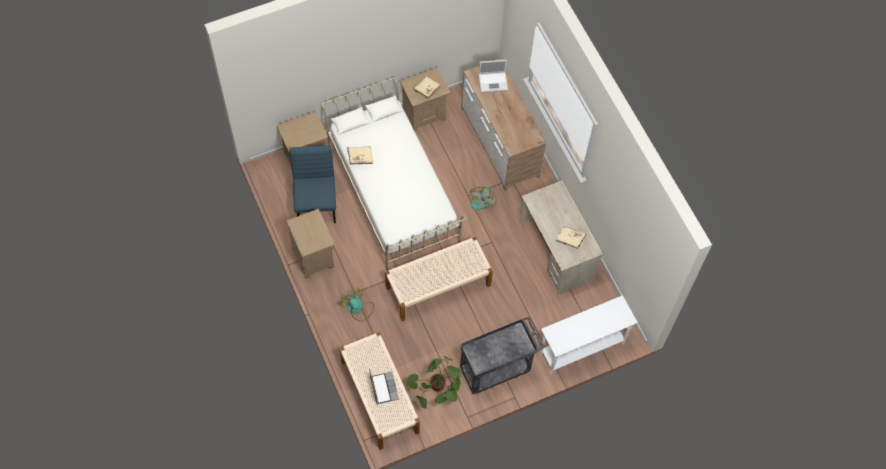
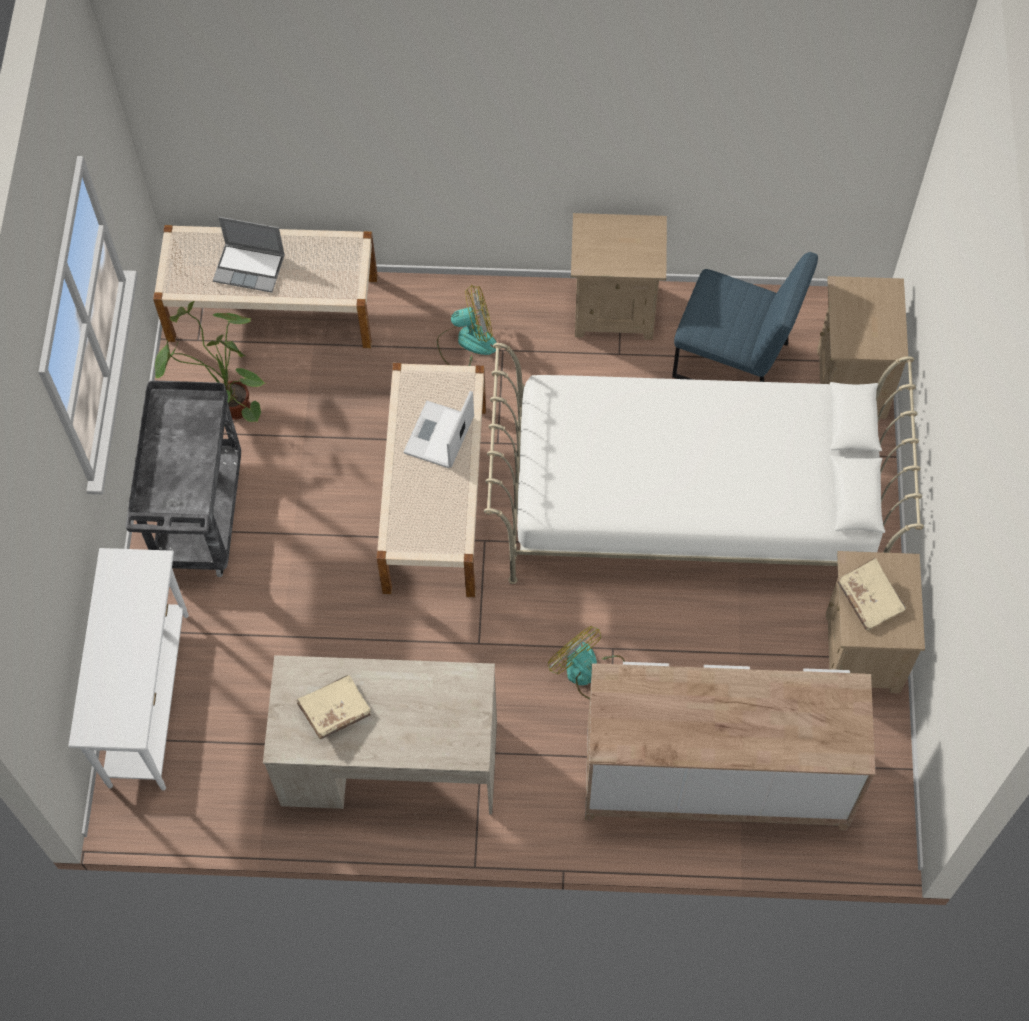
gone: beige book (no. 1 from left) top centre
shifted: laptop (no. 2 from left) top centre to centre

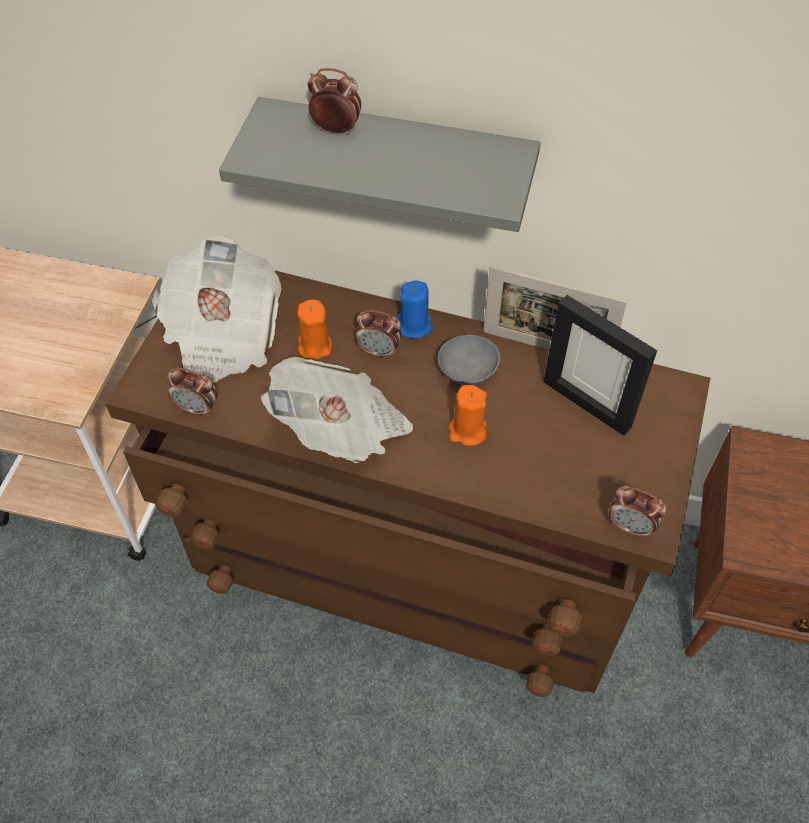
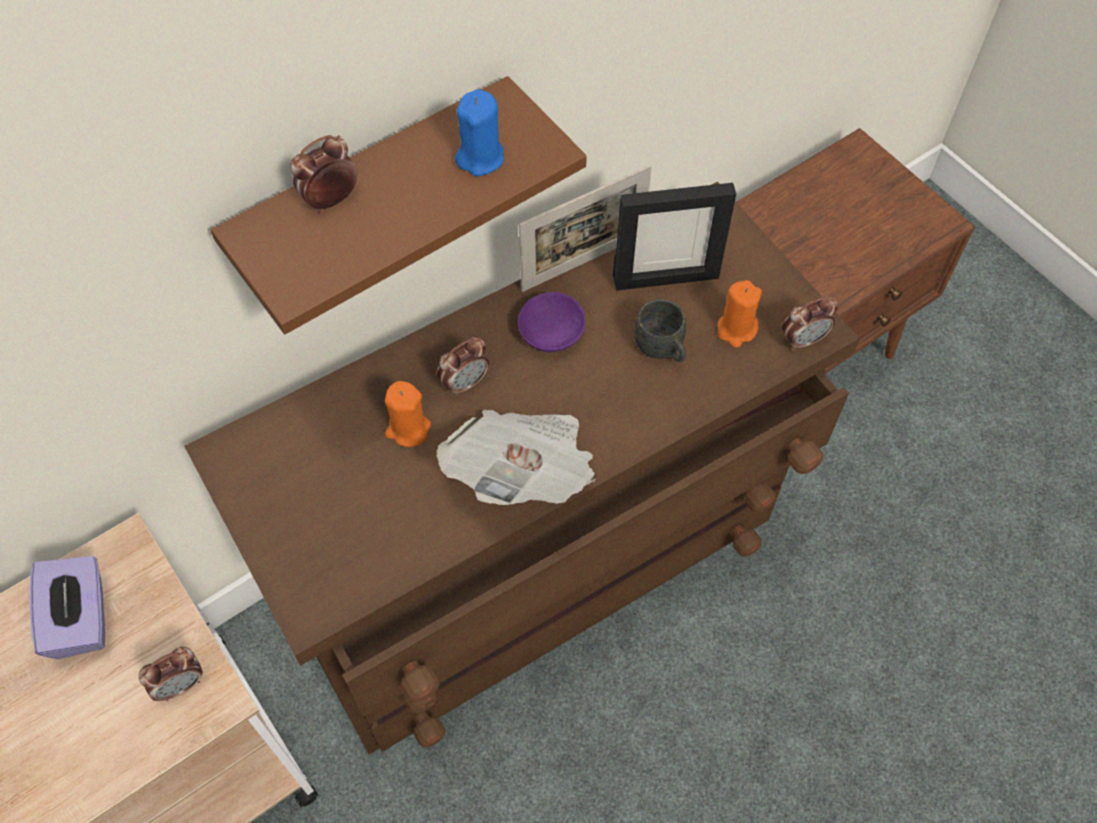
gone: newspaper (no. 1 from left) middle left
new: purple tissue box bottom left; grey mug centre
shifted: alarm clock (no. 1 from left) middle left to bottom left; blue candle centre to top centre; orange candle (no. 2 from left) centre to middle right
repainted: grey shelf top centre to brown shelf top centre; grey bowl centre to purple bowl centre

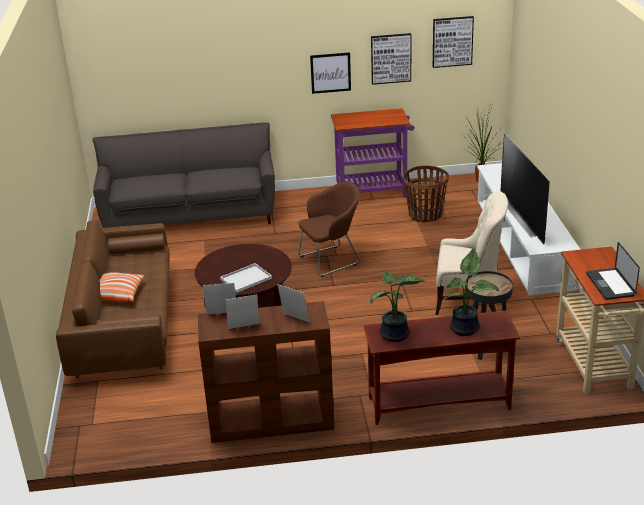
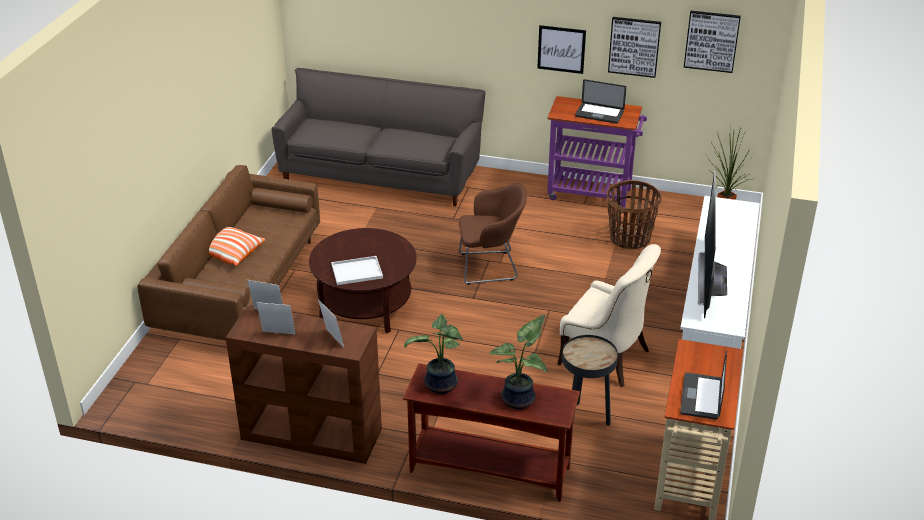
new: laptop (no. 1 from left) top centre

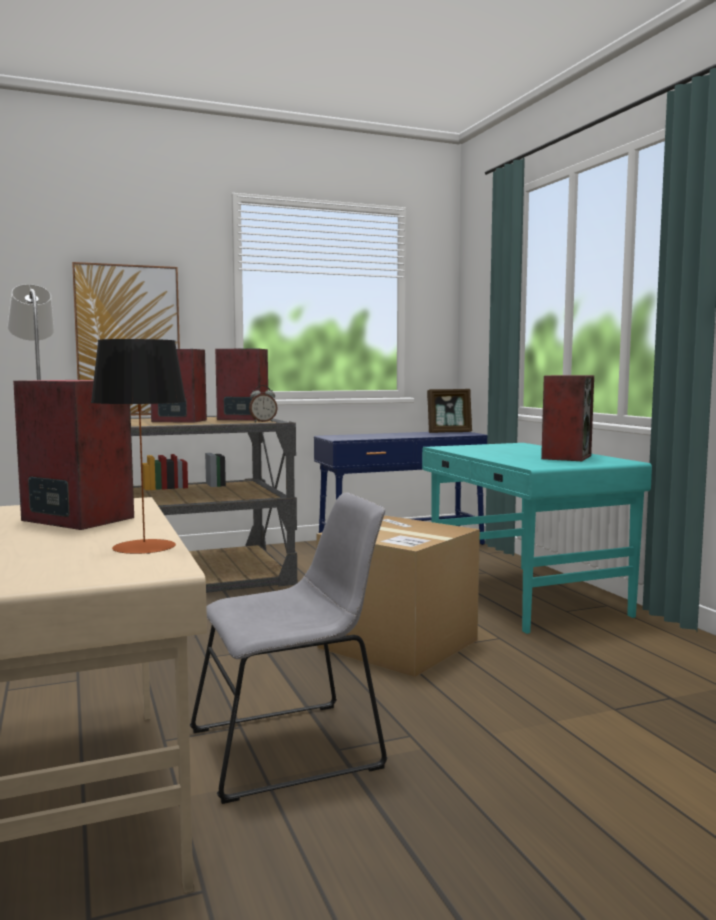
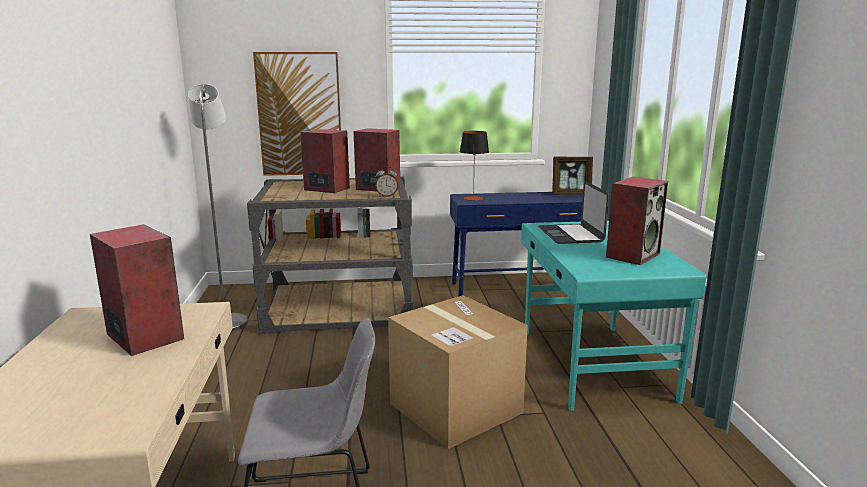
new: laptop centre
shifted: table lamp middle left to centre

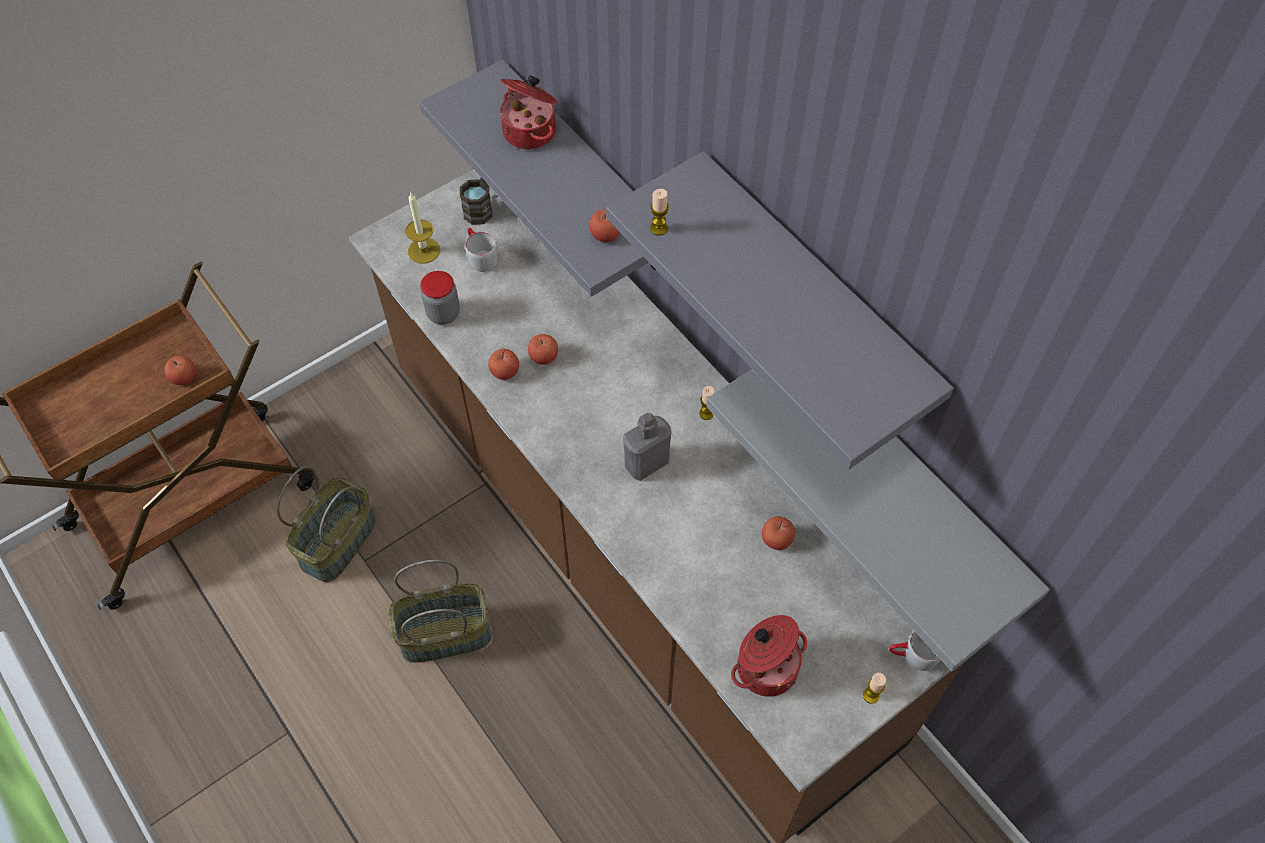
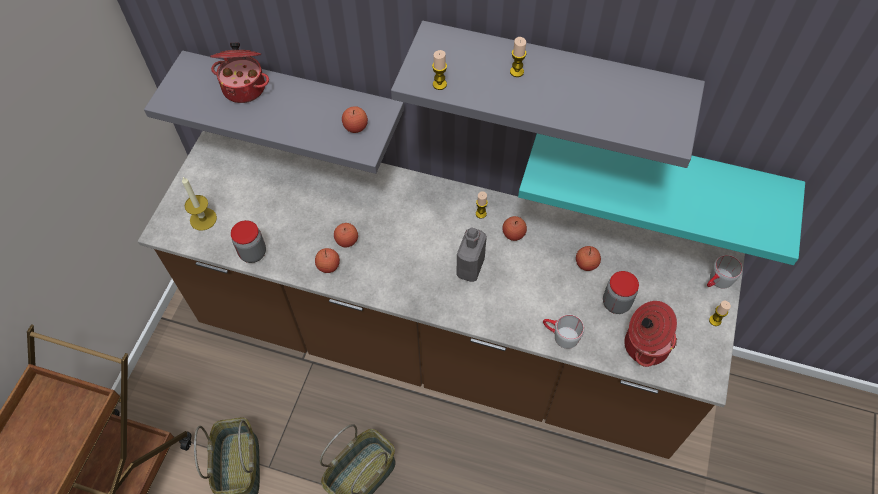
gone: brown mug top centre
new: candle (no. 4 from left) top centre; jar (no. 2 from left) middle right
shifted: apple (no. 1 from left in the first image) middle left to apple (no. 4 from left) centre; grey mug (no. 1 from left) top centre to bottom centre
repainted: grey shelf (no. 3 from left) middle right to turquoise shelf middle right

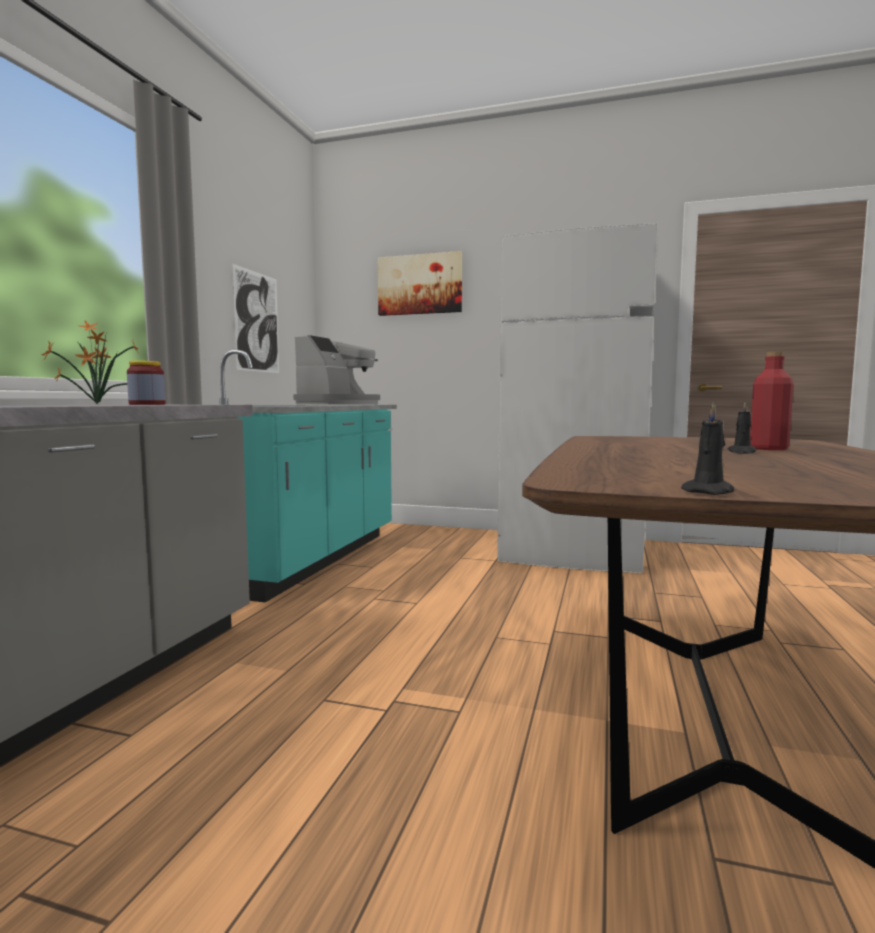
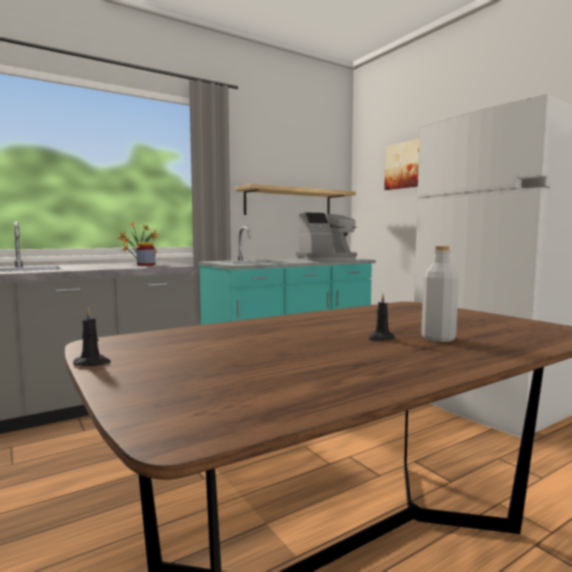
swapped: picture (no. 1 from left) middle left to shelf centre
repainted: red bottle middle right to grey bottle middle right

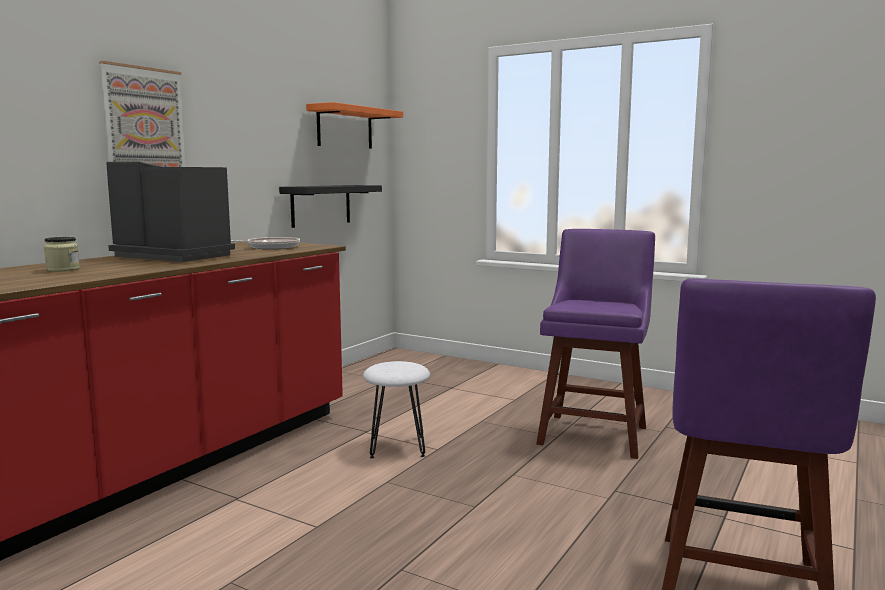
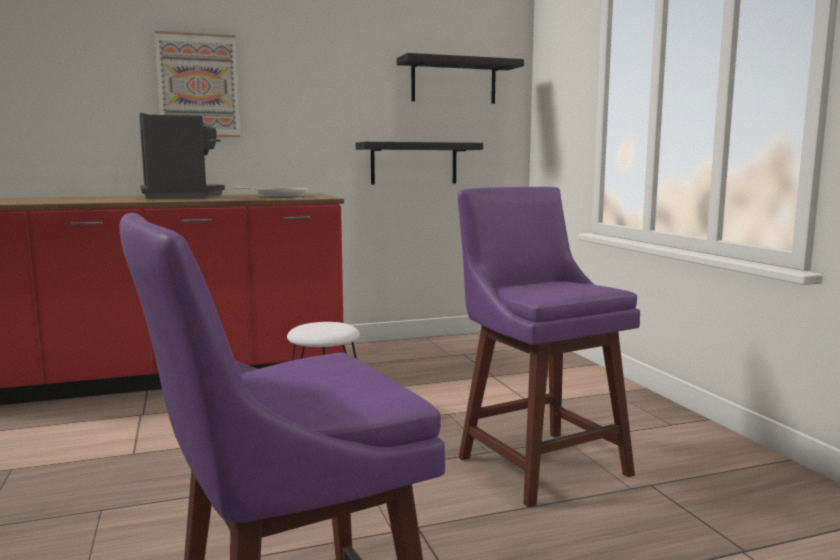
gone: jar middle left
repainted: orange shelf top centre to black shelf (no. 2 from left) top centre
rotated: purple chair (no. 1 from left in the first image) middle right = centre 90 degrees counterclockwise

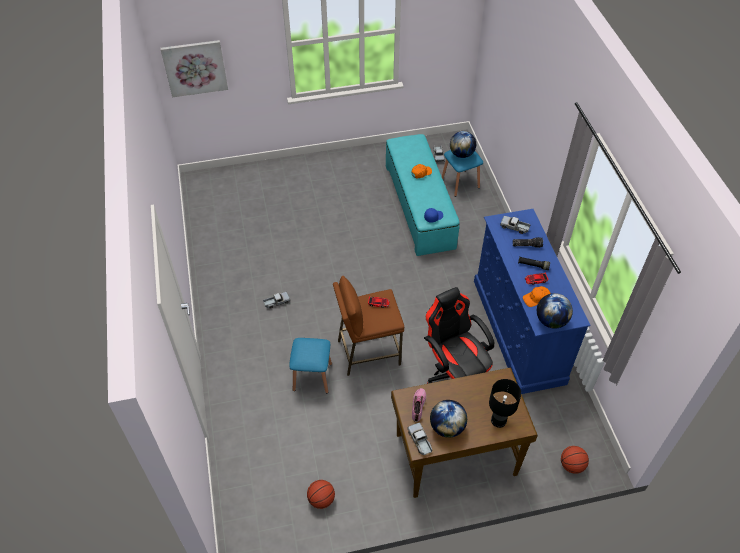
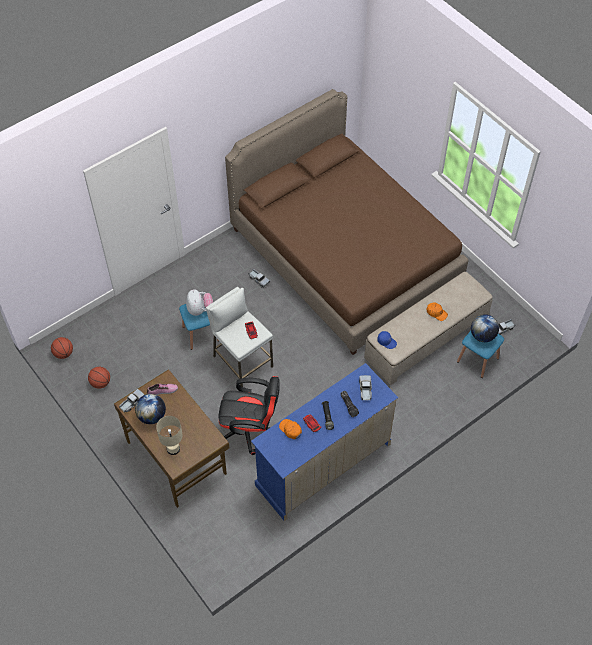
gone: picture top left; globe (no. 3 from left) middle right
new: plush toy centre; brown bed centre
shifted: basketball (no. 2 from left in the first image) bottom right to basketball (no. 1 from left) middle left
repainted: black table lamp bottom right to beige table lamp bottom left; brown stool centre to white stool centre; turquoise bench centre to beige bench middle right
rotated: black office chair centre = centre 60 degrees clockwise

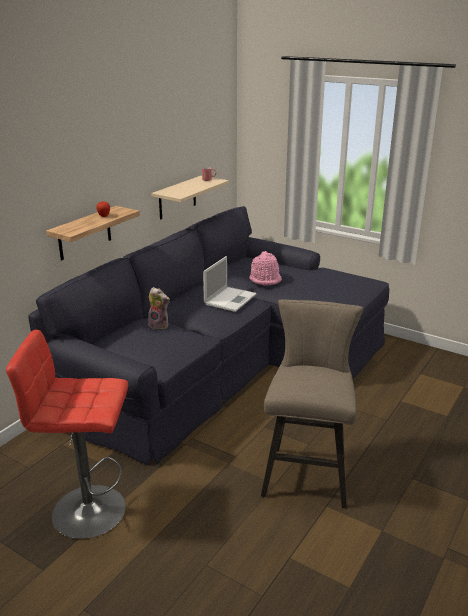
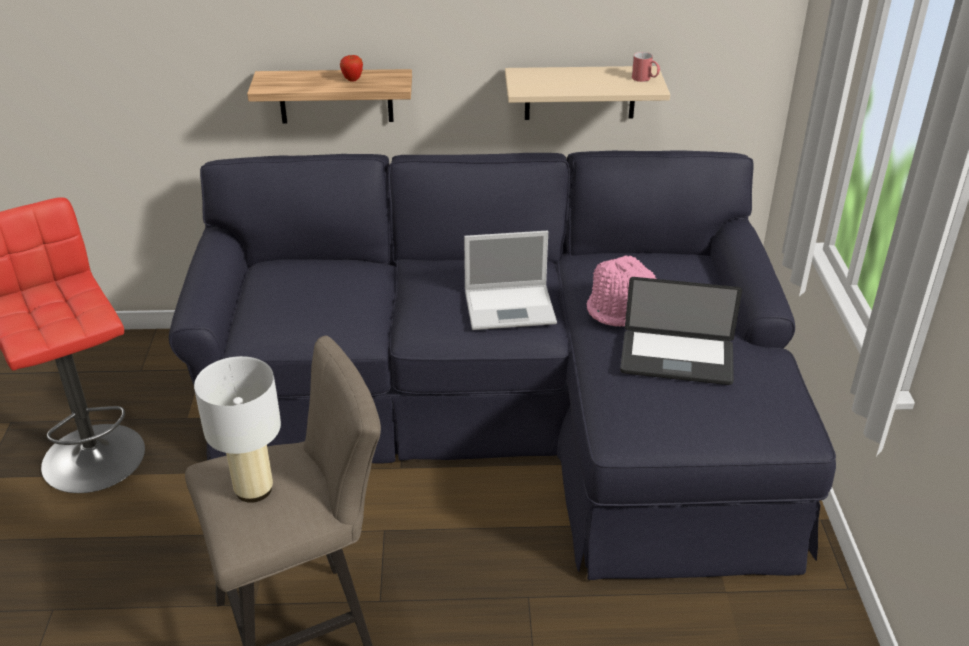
gone: plush toy centre
new: white table lamp middle left; laptop (no. 2 from left) middle right

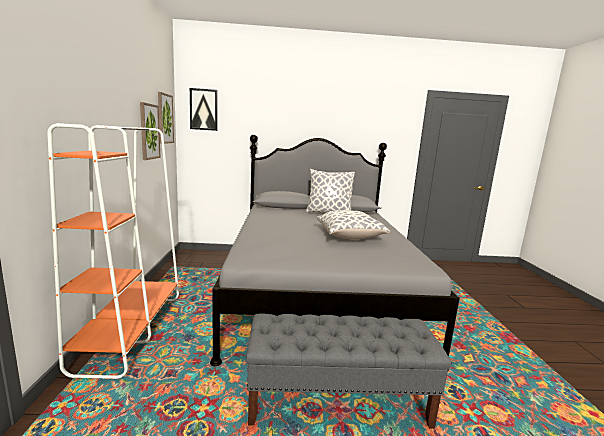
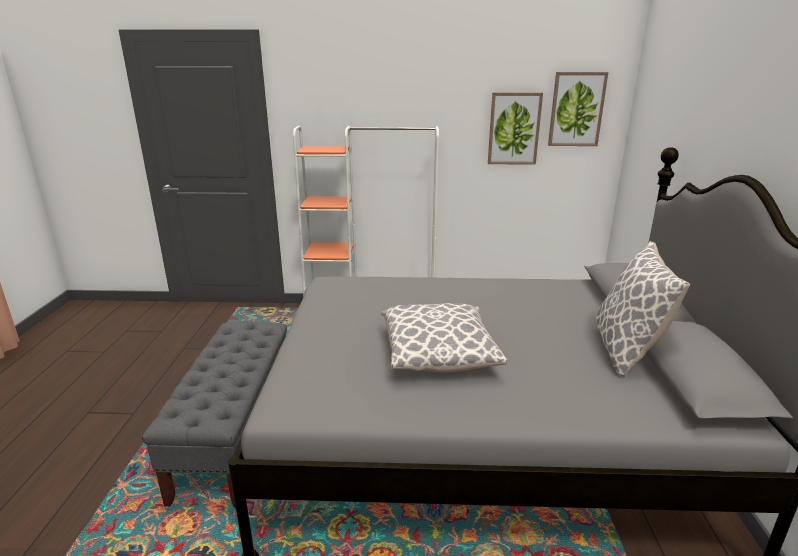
gone: picture (no. 3 from left) top centre

